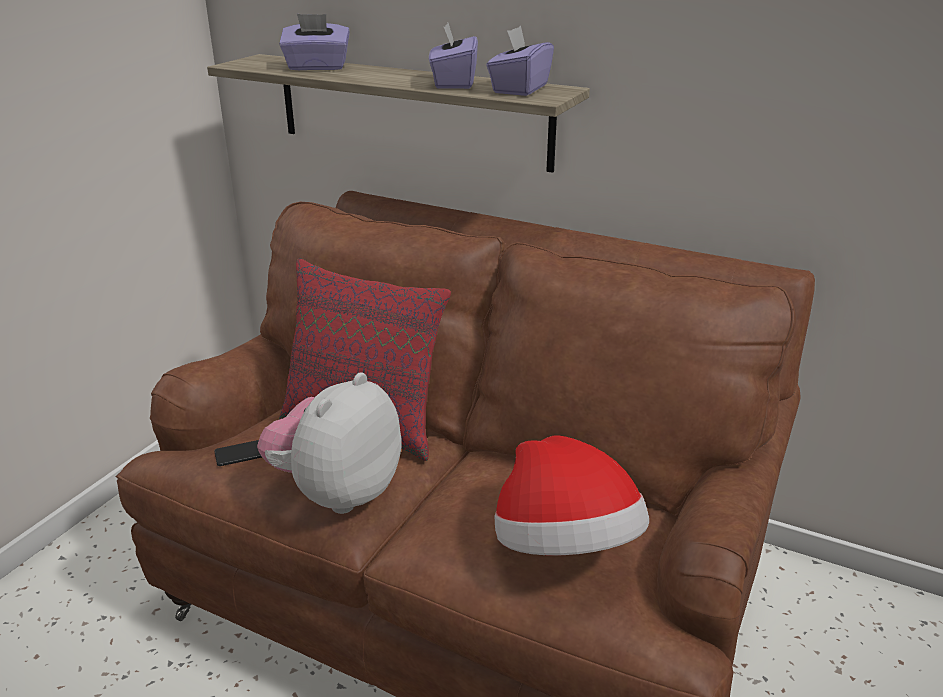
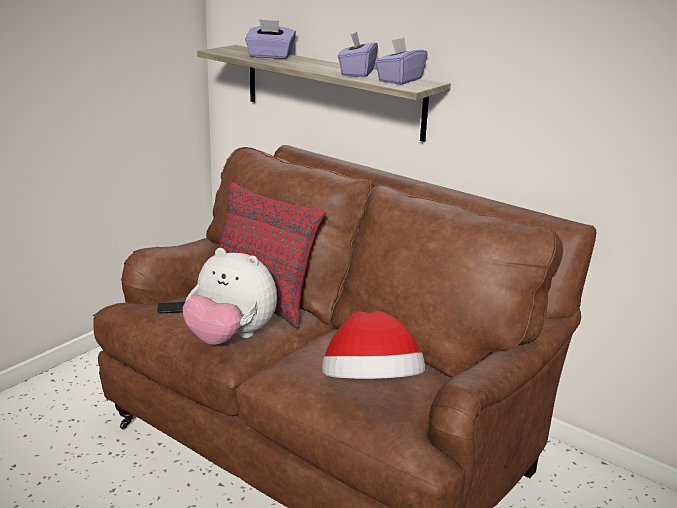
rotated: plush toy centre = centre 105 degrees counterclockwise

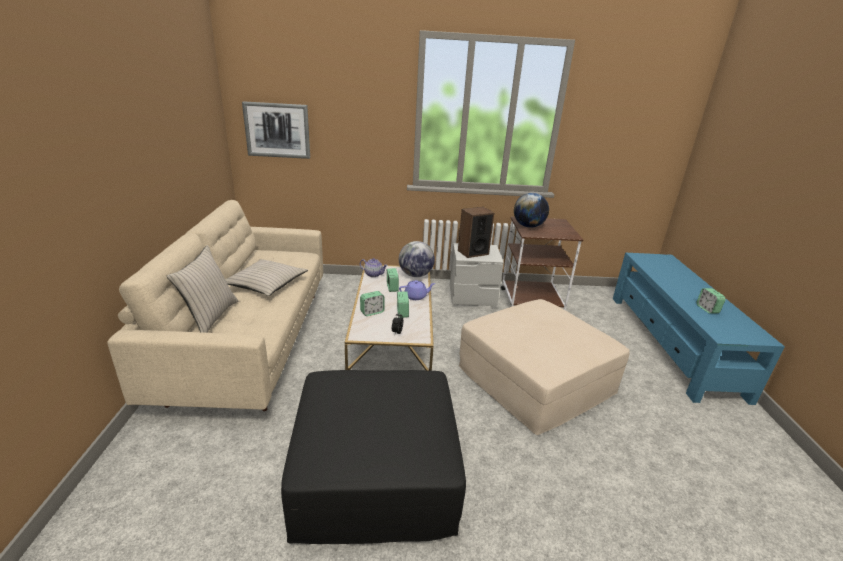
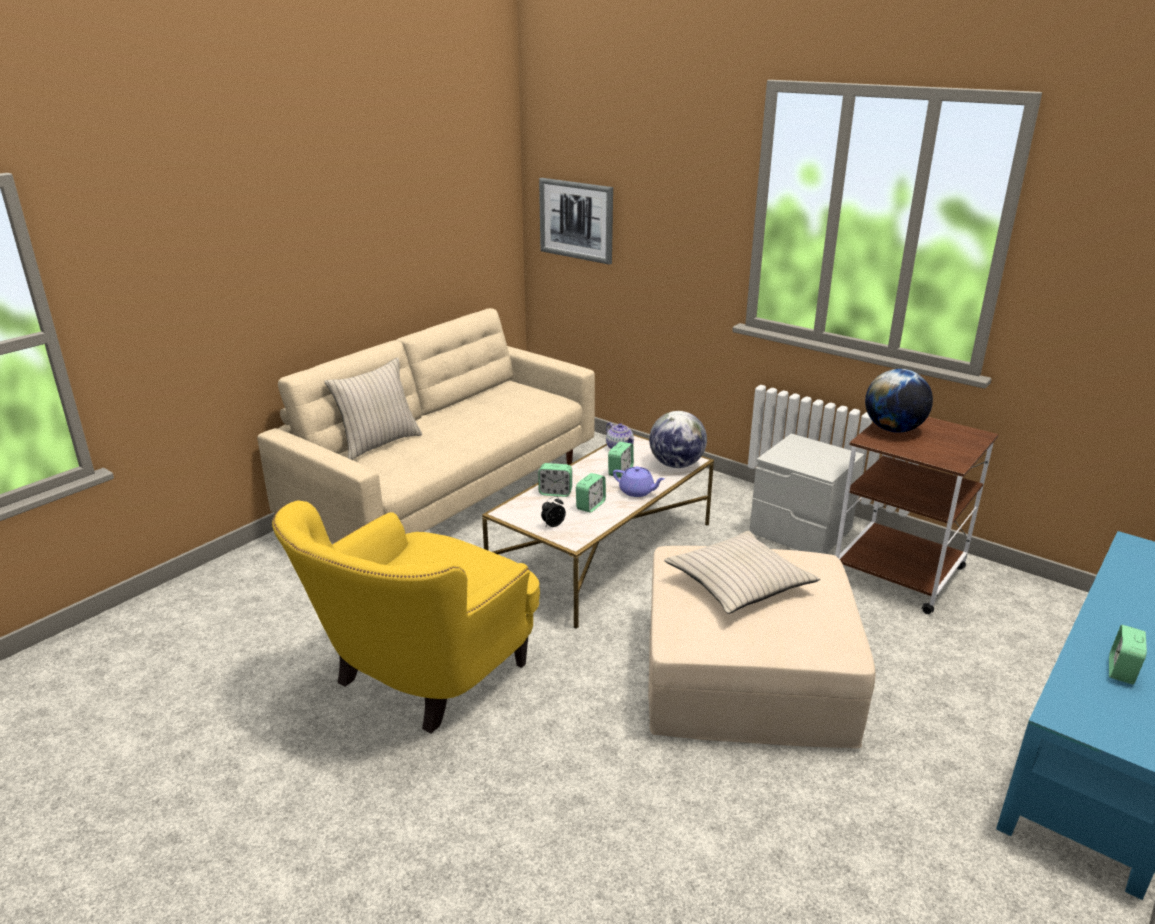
gone: speaker centre
shifted: beige pillow (no. 2 from left) middle left to centre
swapped: black ottoman bottom centre to yellow armchair bottom centre

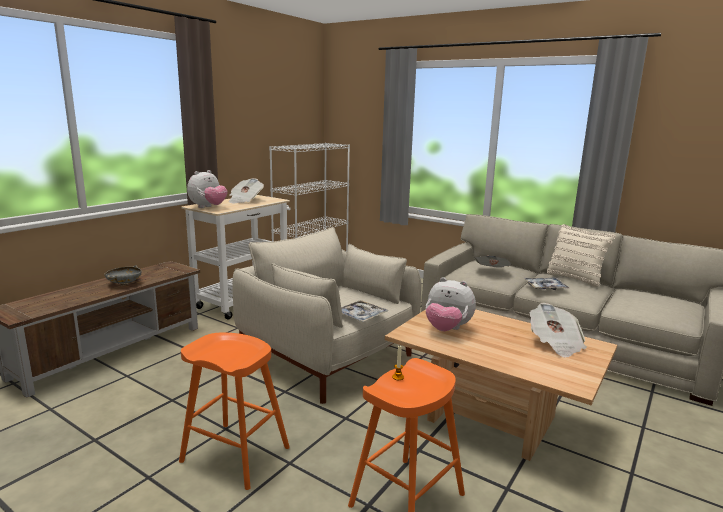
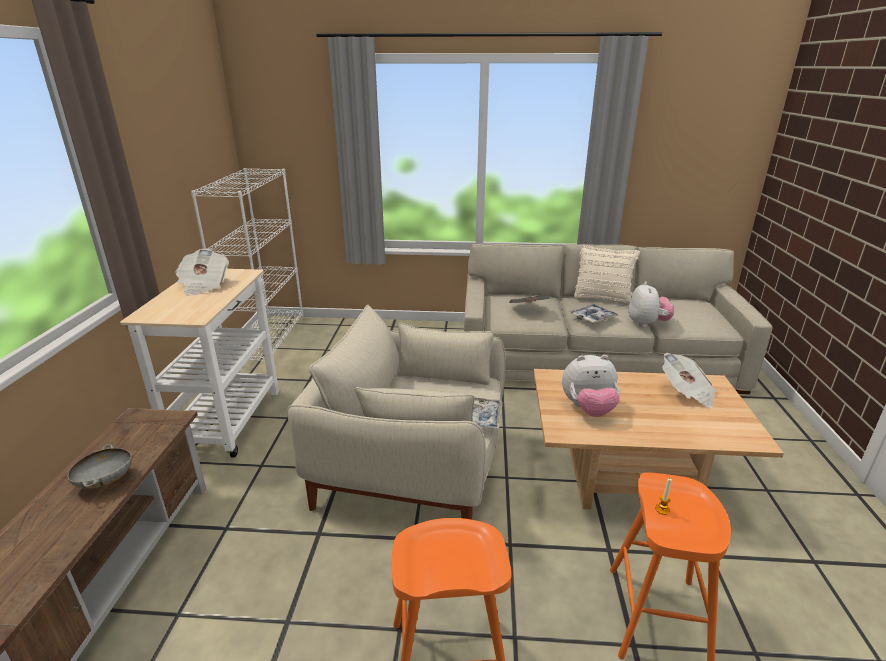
shifted: plush toy (no. 1 from left in the first image) middle left to plush toy (no. 2 from left) middle right

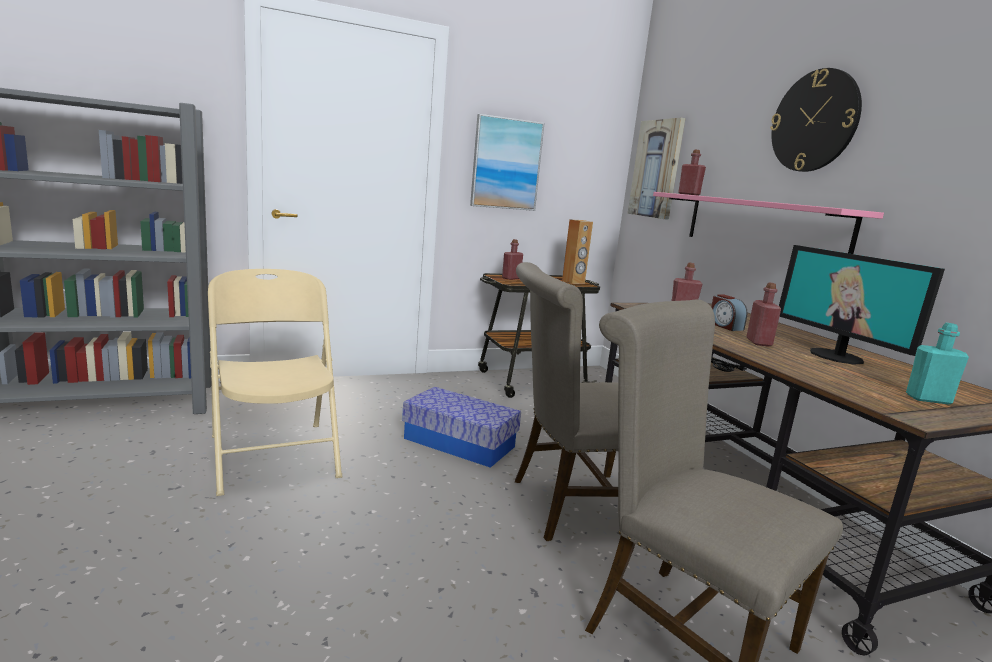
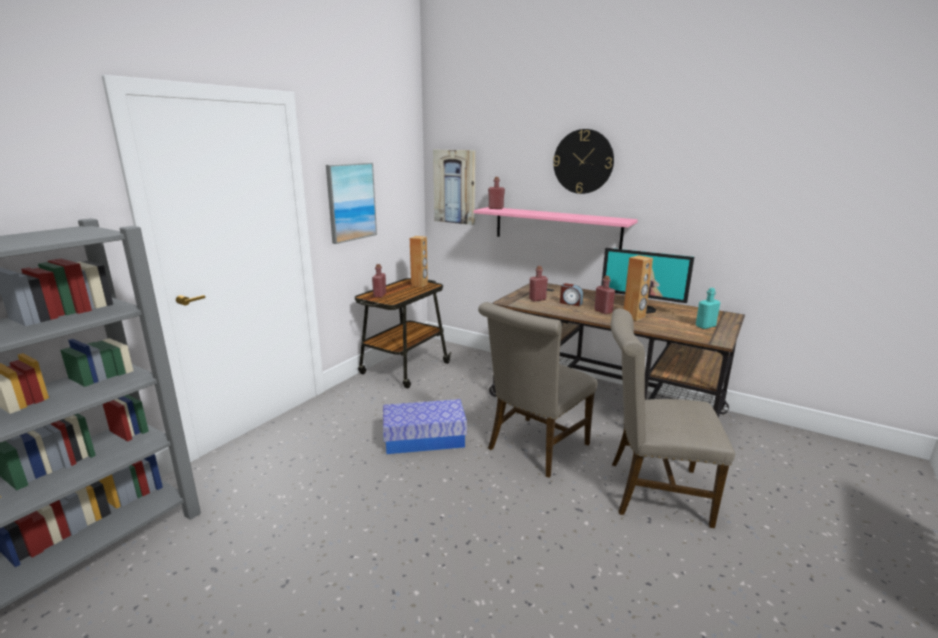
gone: beige chair (no. 1 from left) middle left
new: brown speaker (no. 2 from left) middle right

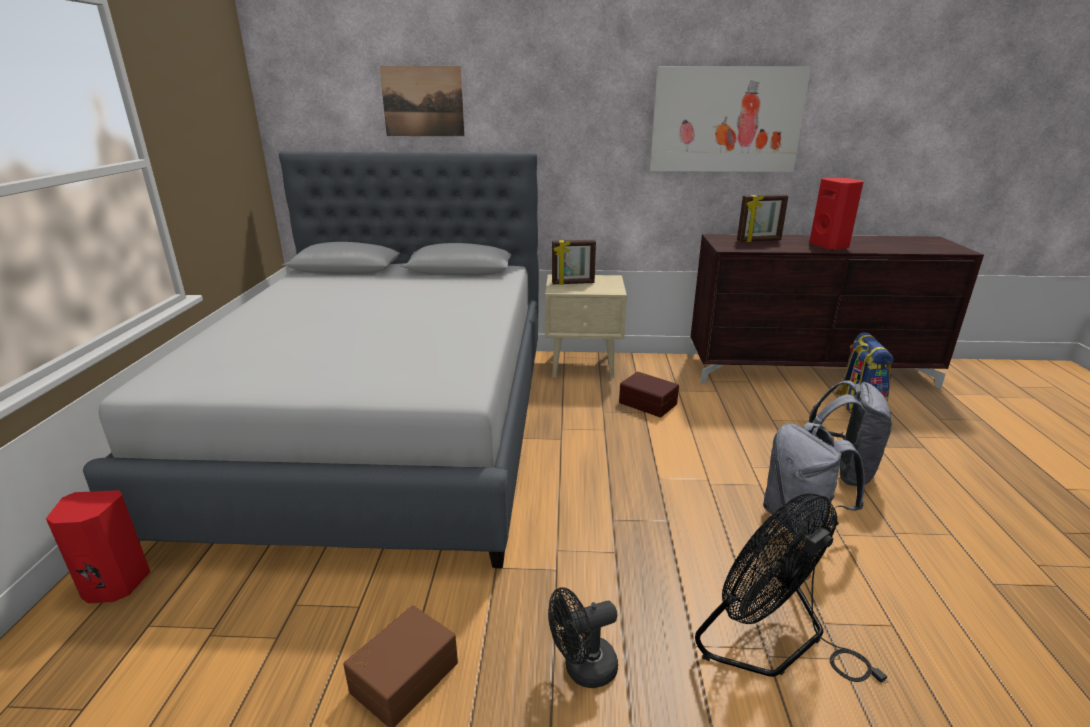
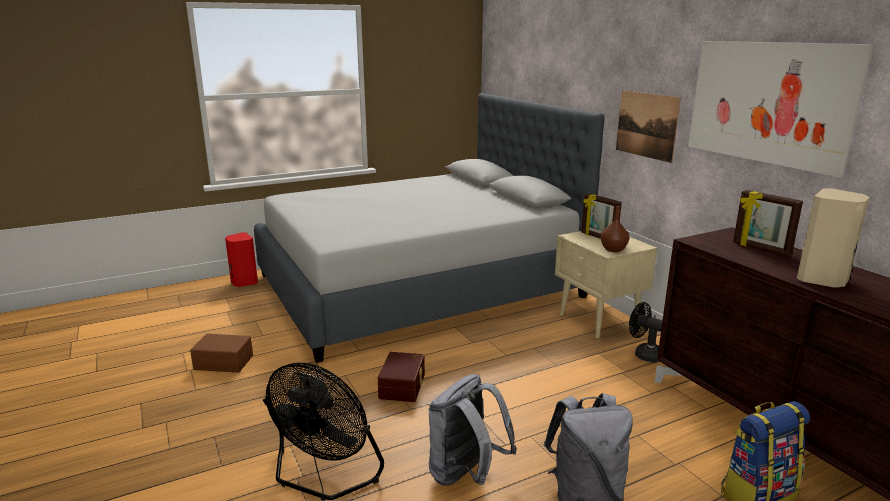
new: brown vase middle right
shifted: brown storage box (no. 2 from left) centre to bottom centre; picture (no. 1 from left) top centre to top right; black fan (no. 1 from left in the first image) bottom centre to black fan (no. 2 from left) middle right
repainted: red speaker (no. 2 from left) top right to beige speaker middle right

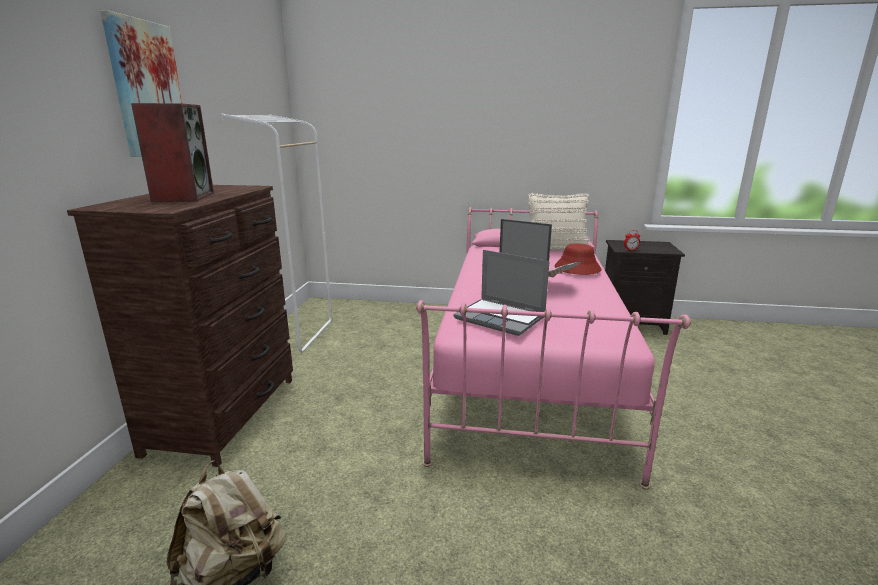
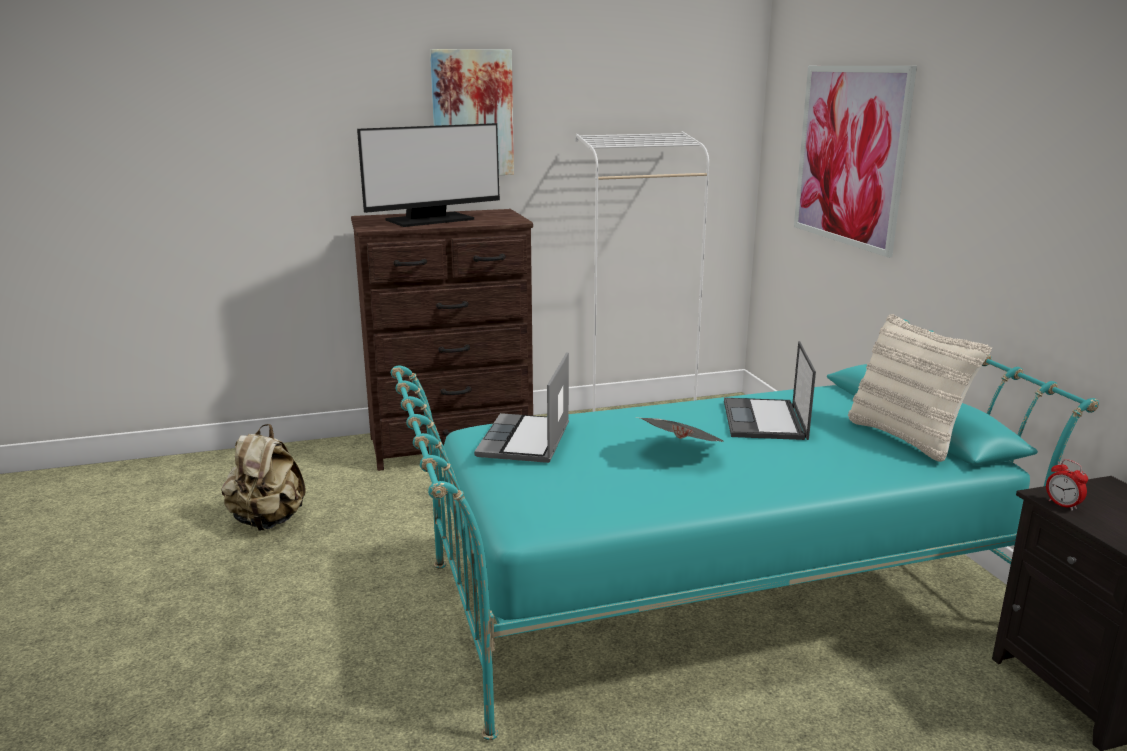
gone: red hat centre
new: picture (no. 2 from left) top right
swapped: speaker top left to monitor top centre
repainted: pink bed centre to turquoise bed bottom centre

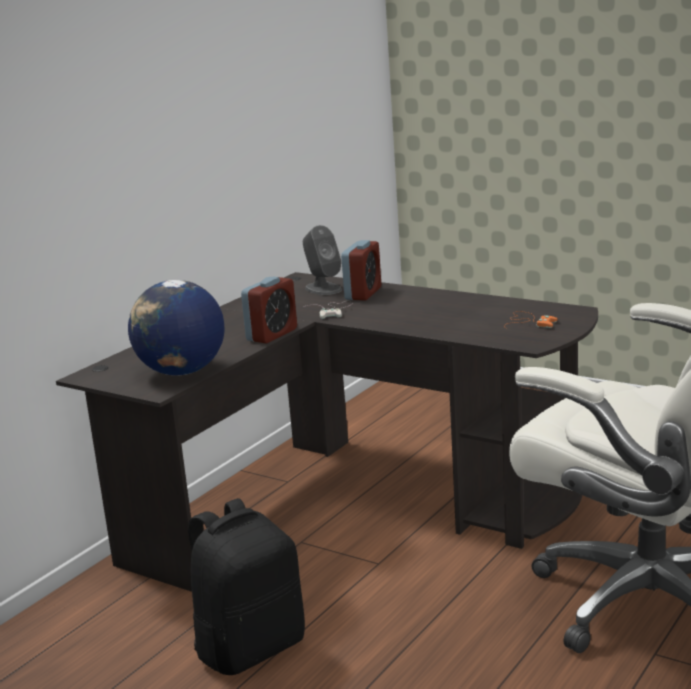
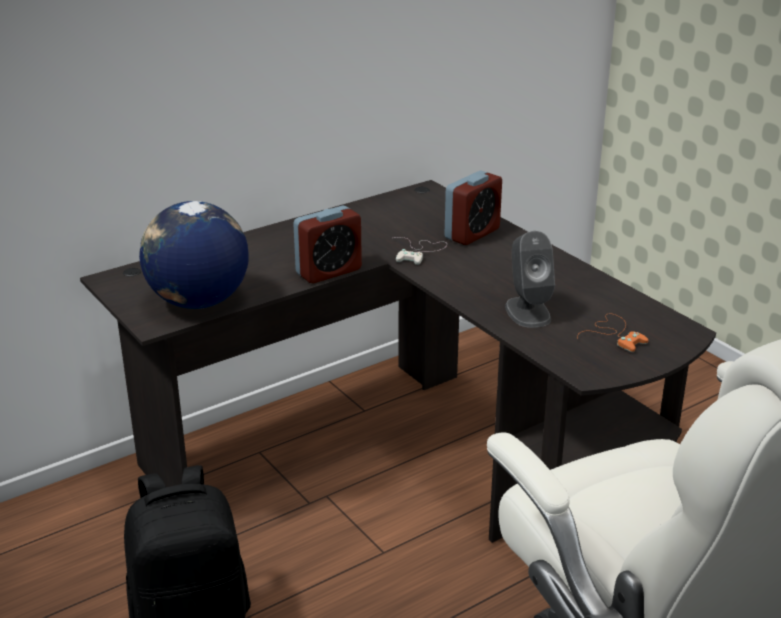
shifted: grey speaker centre to middle right

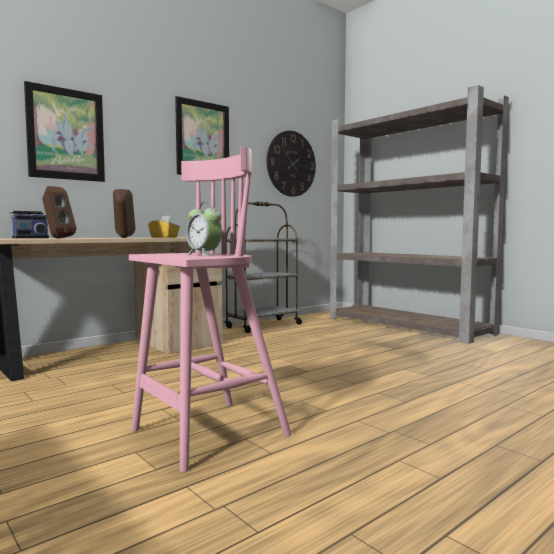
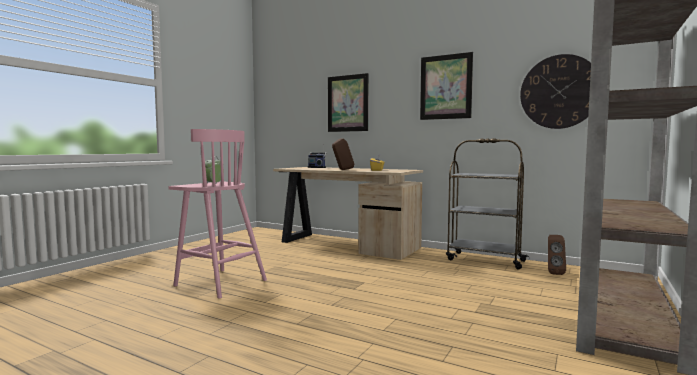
shifted: brown speaker (no. 1 from left in the first image) middle left to brown speaker (no. 2 from left) bottom right

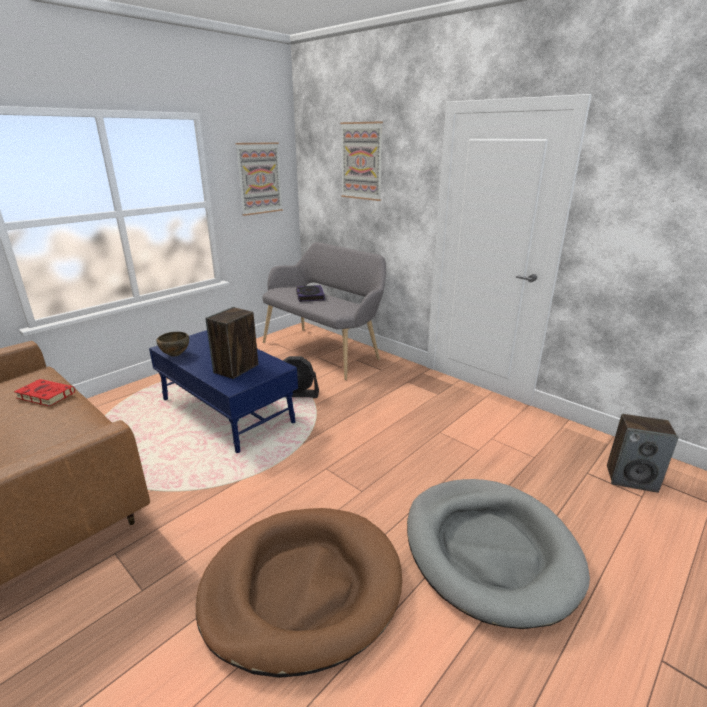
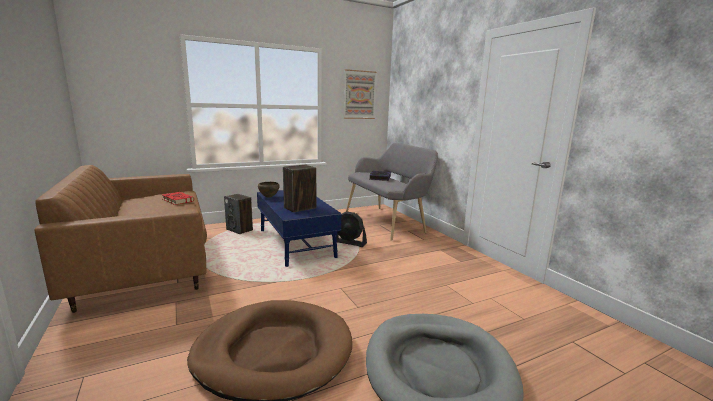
gone: picture (no. 2 from left) top centre
shifted: speaker (no. 2 from left in the first image) middle right to speaker (no. 1 from left) centre

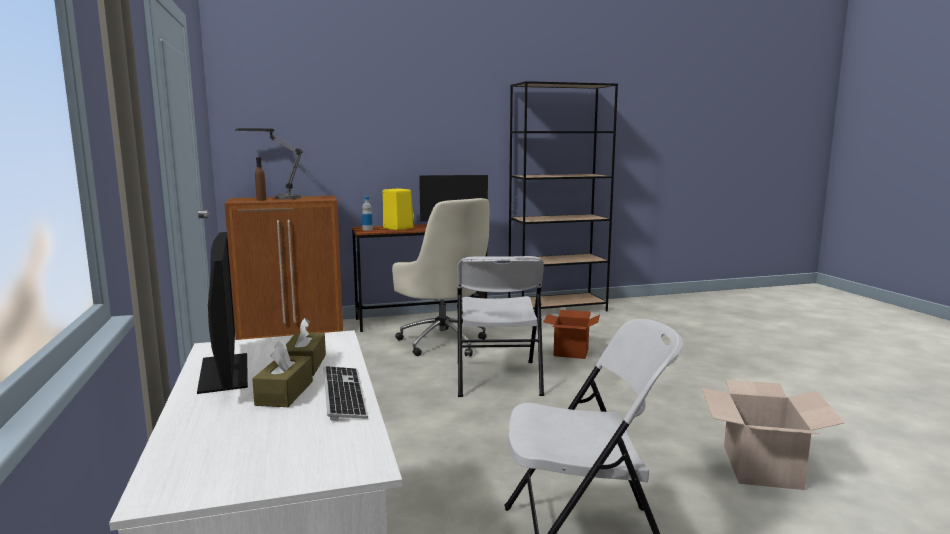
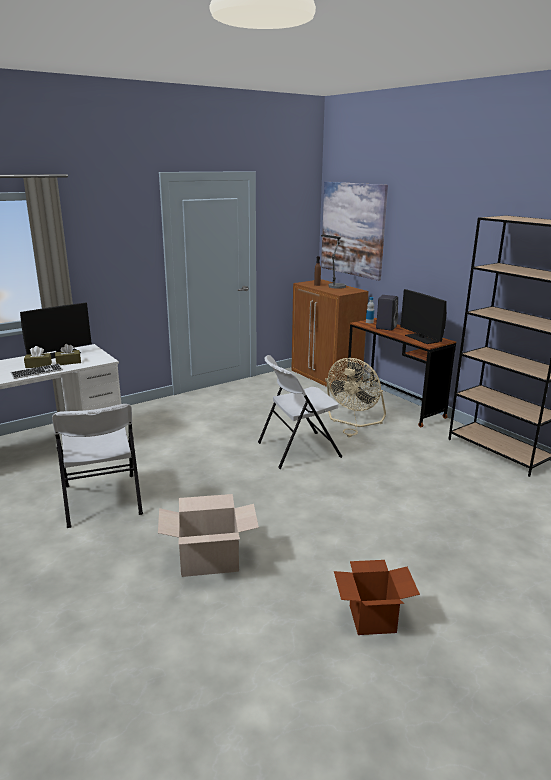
new: picture top centre
shifted: cardboard box (no. 1 from left in the first image) centre to cardboard box (no. 2 from left) bottom right
swapped: beige office chair centre to beige fan centre
repainted: yellow speaker centre to black speaker middle right

